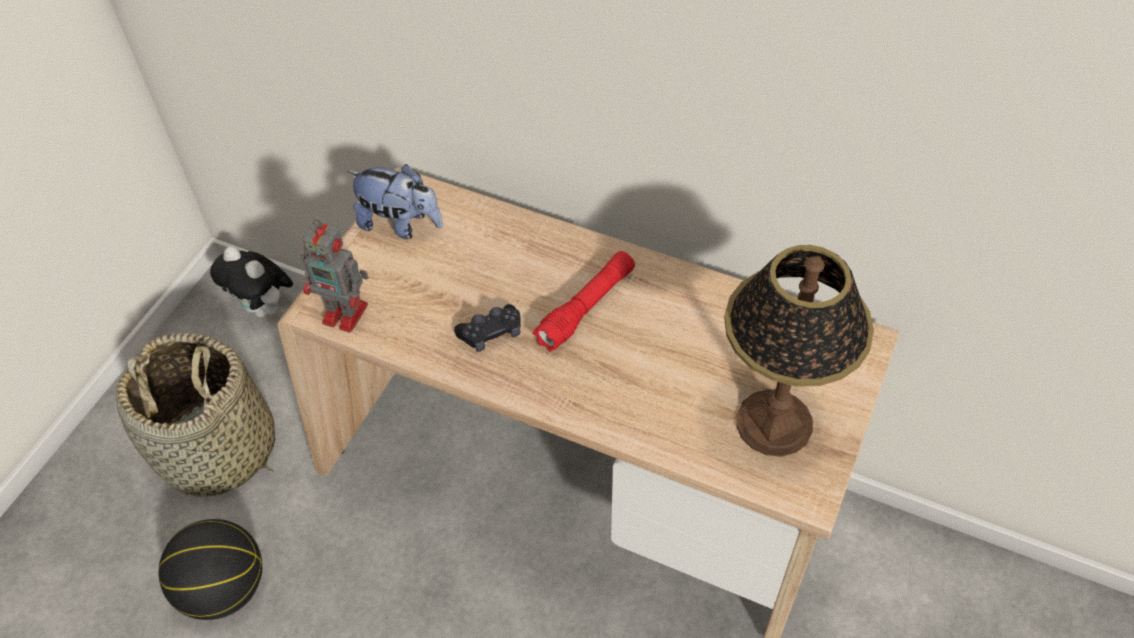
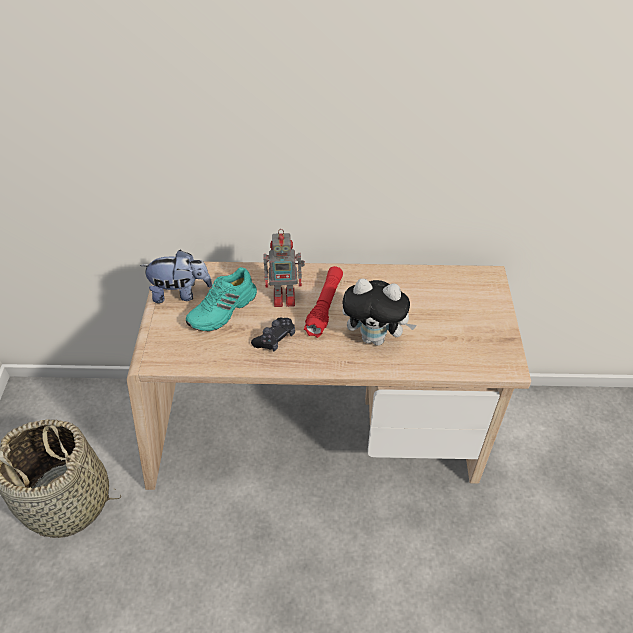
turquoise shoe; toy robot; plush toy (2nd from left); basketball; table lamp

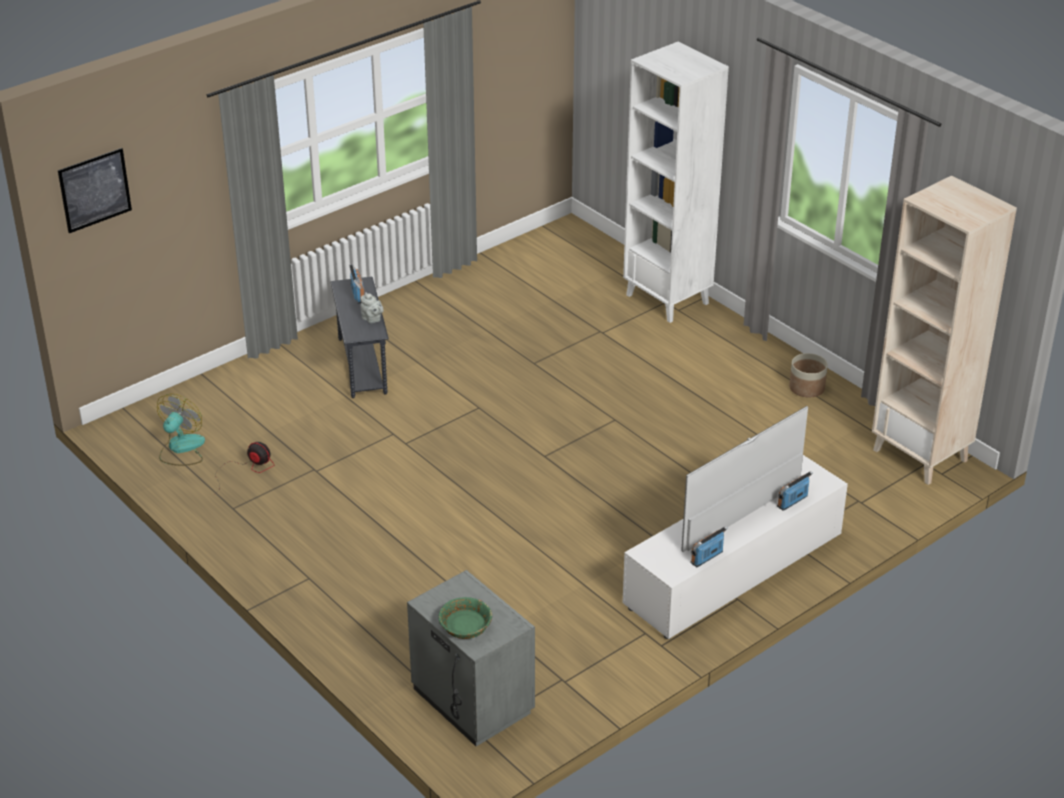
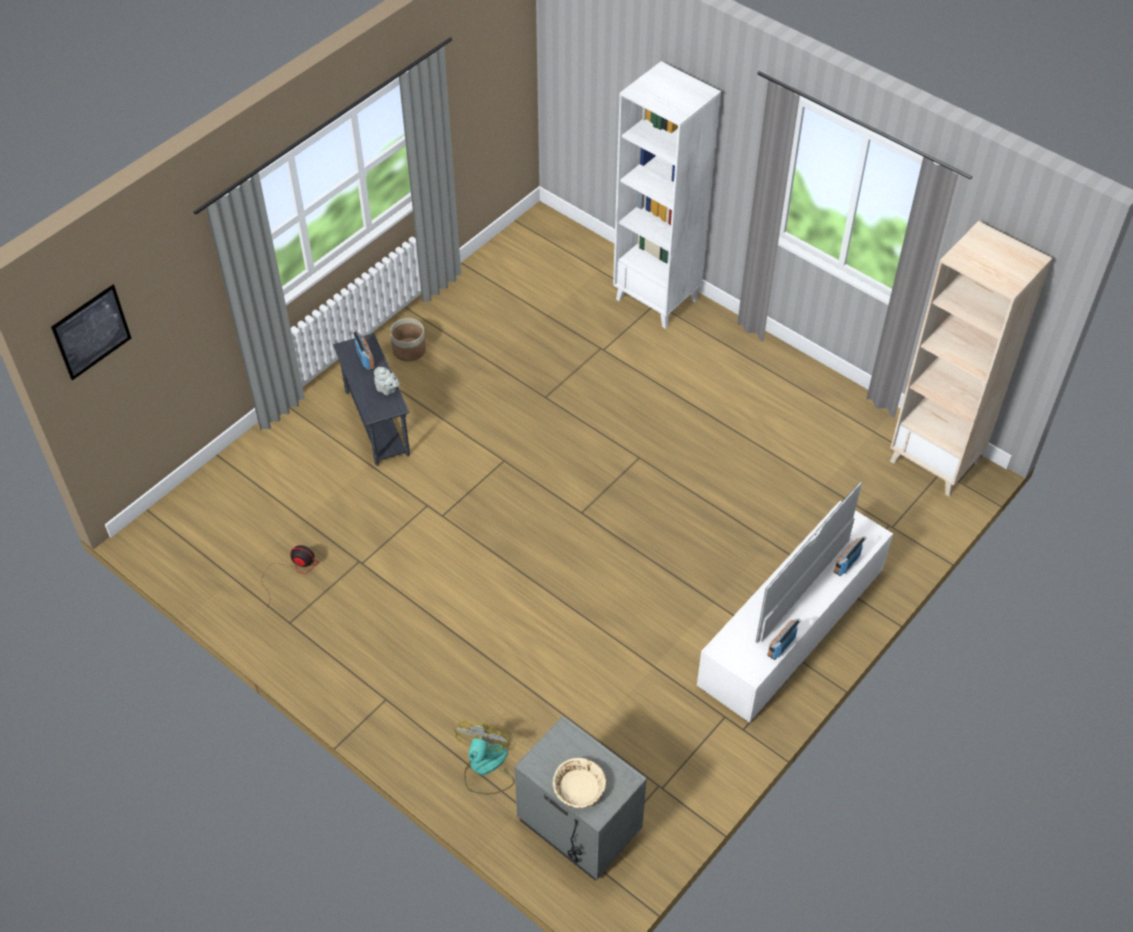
planter; fan (2nd from left); beige bowl

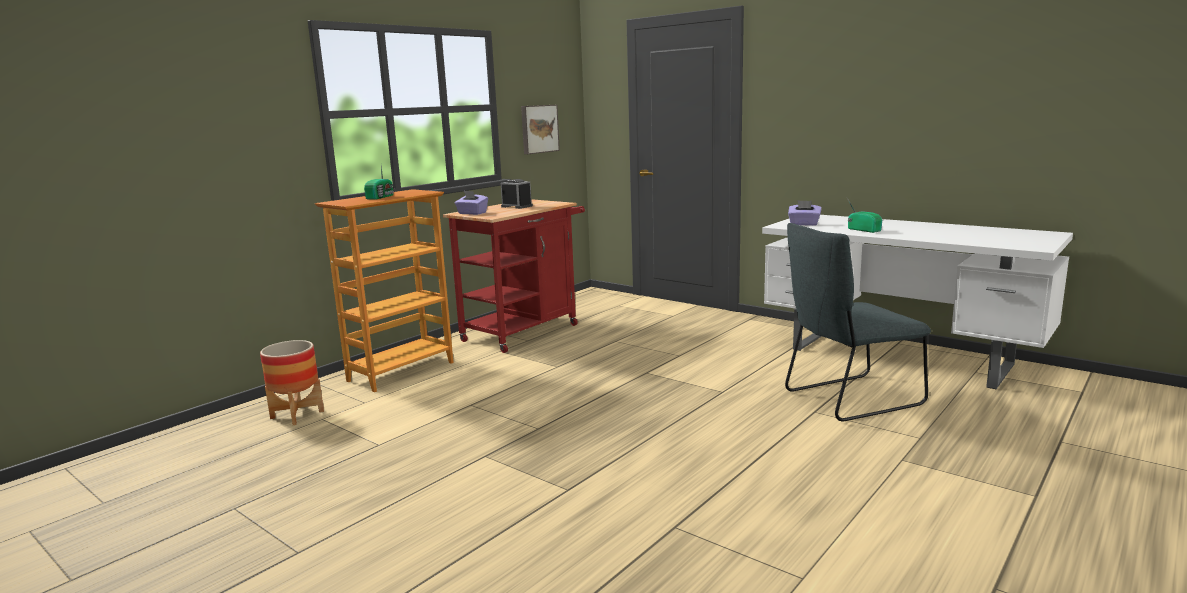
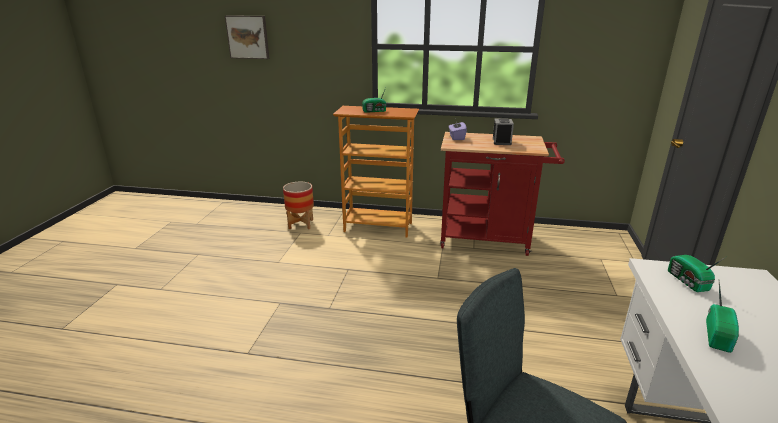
picture; radio (2nd from left)

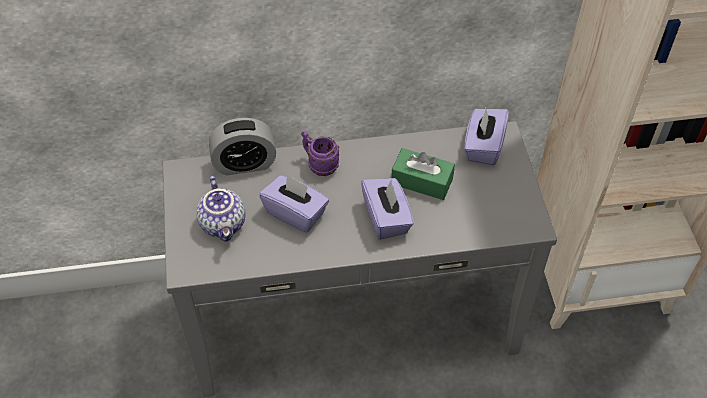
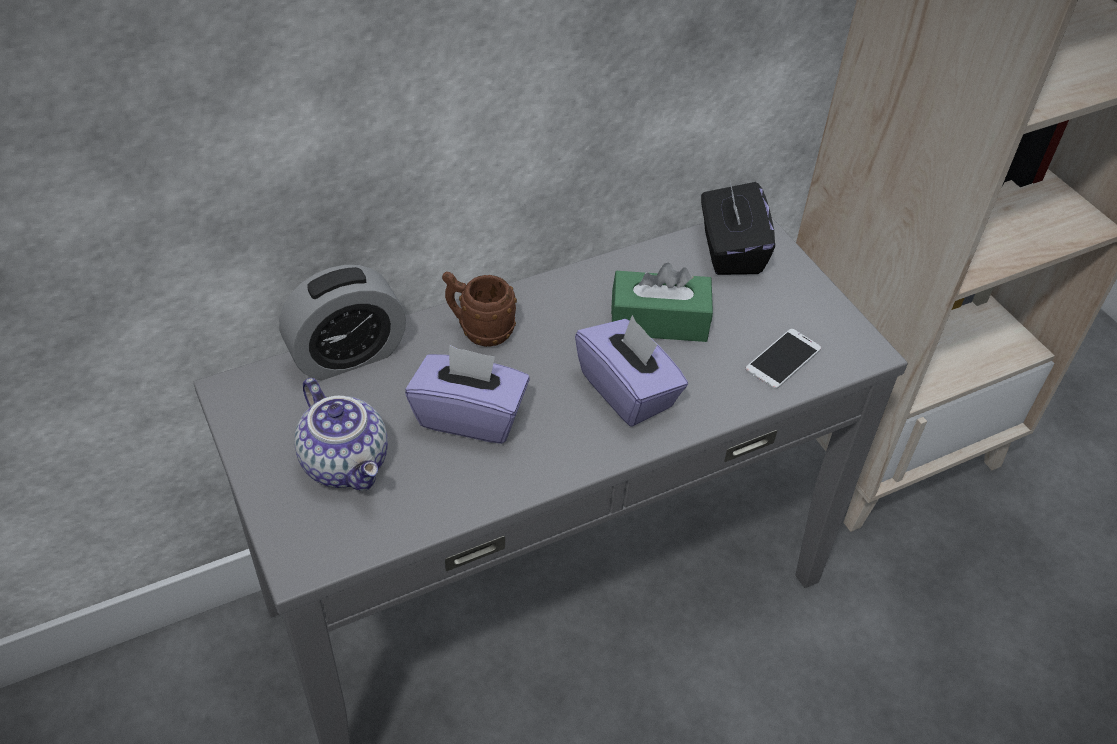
brown mug; black tissue box; phone

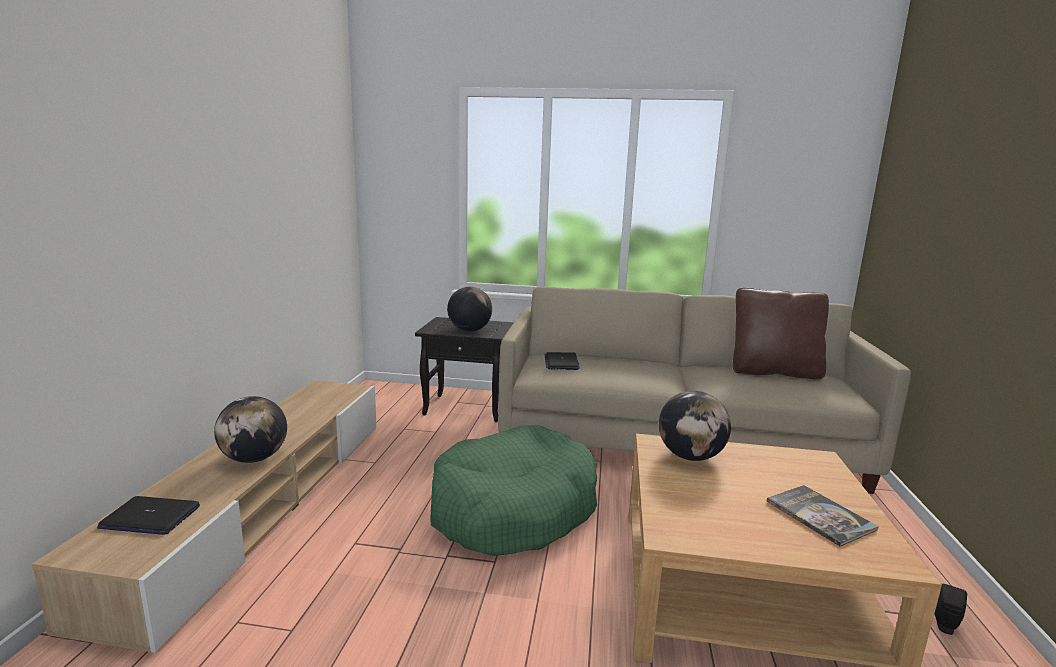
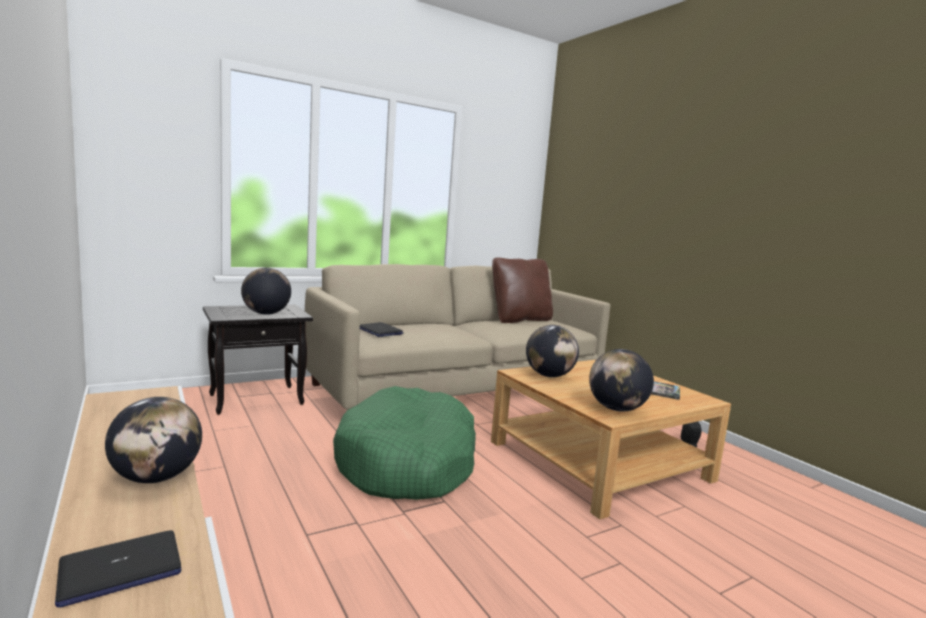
globe (4th from left)

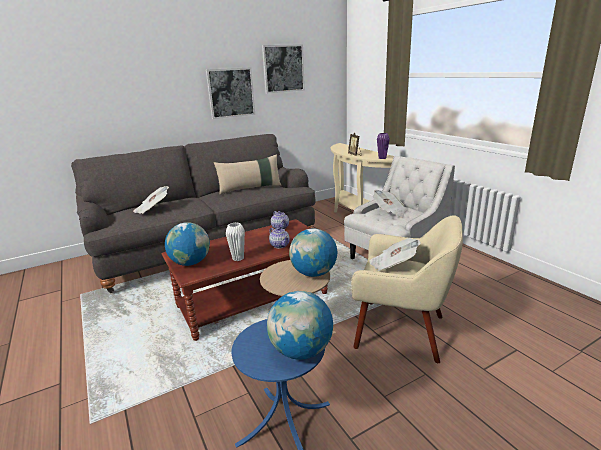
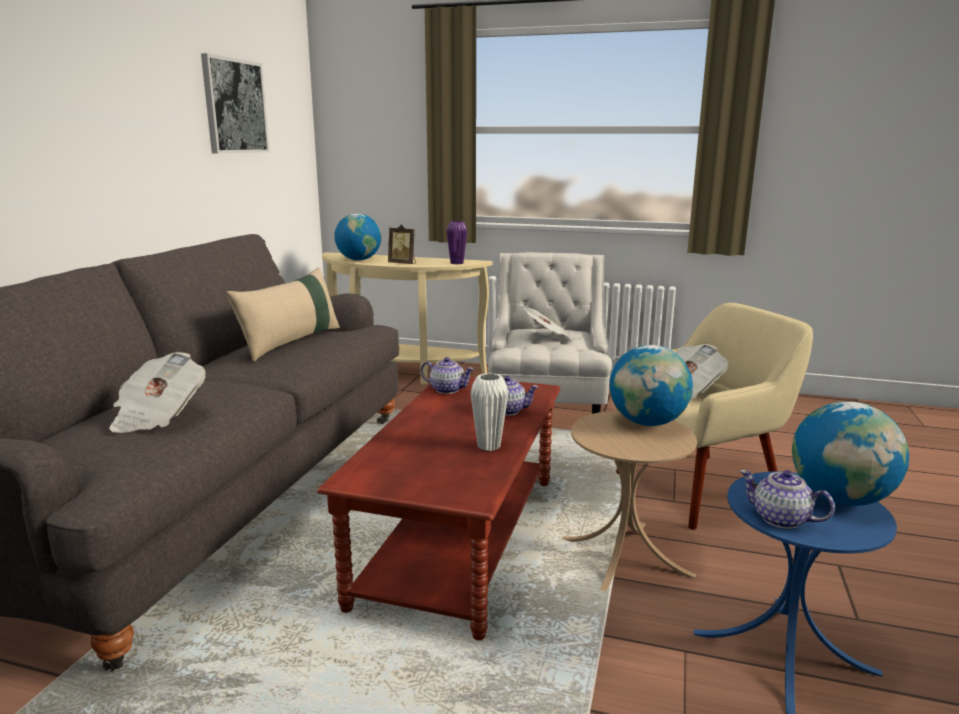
globe (1st from left); teapot (3rd from left); picture (1st from left in the first image)

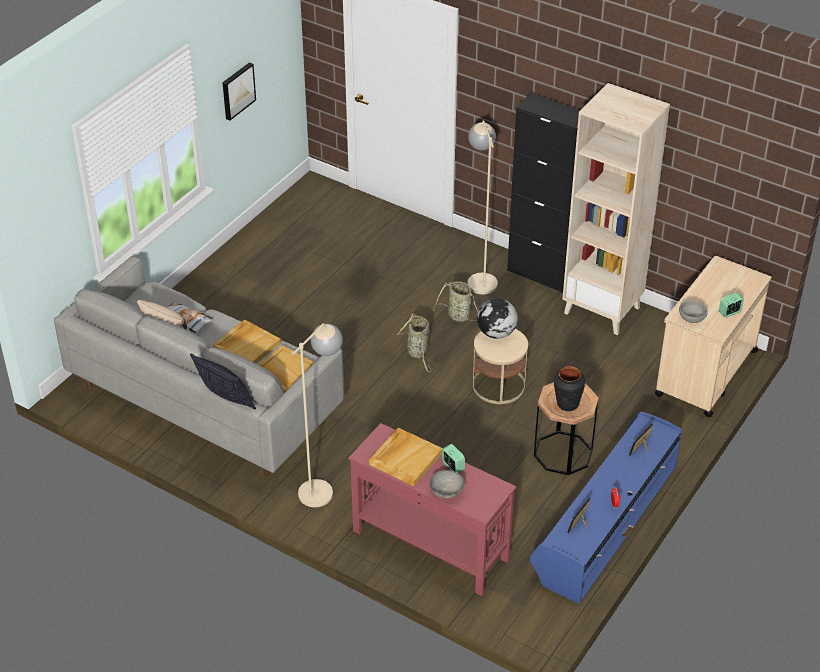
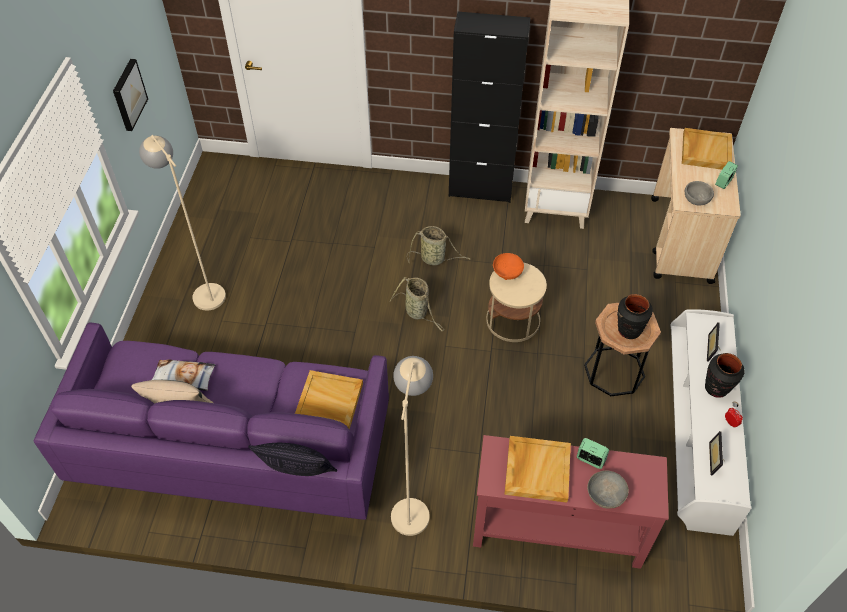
purple sofa; beige floor lamp (1st from left); orange bowl; white tv stand; beige tray (3rd from left); black vase (2nd from left)

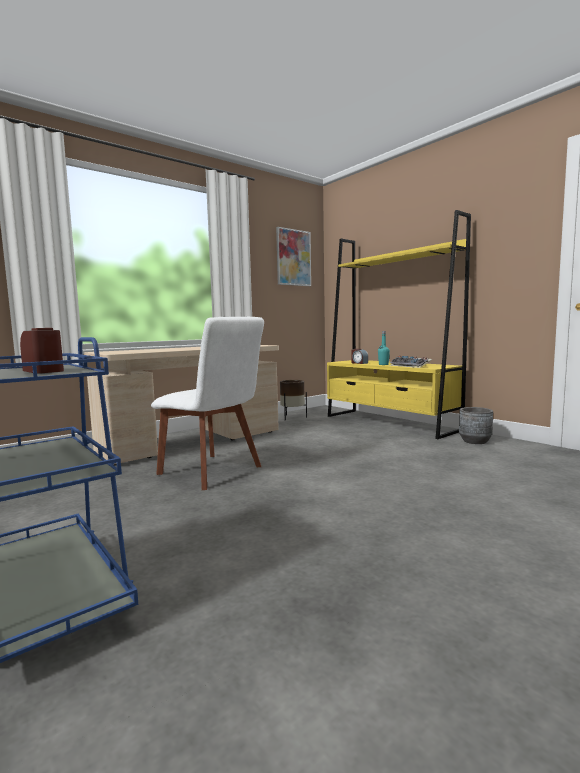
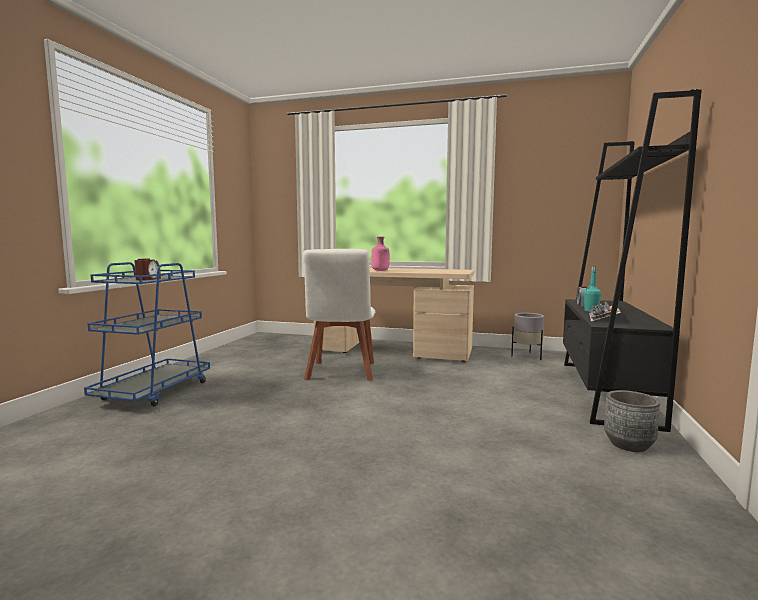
pink bottle; grey planter (1st from left); black bookcase; picture

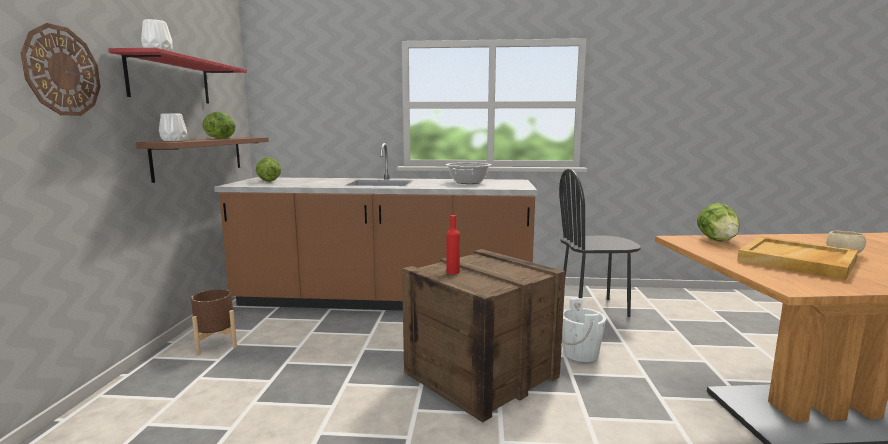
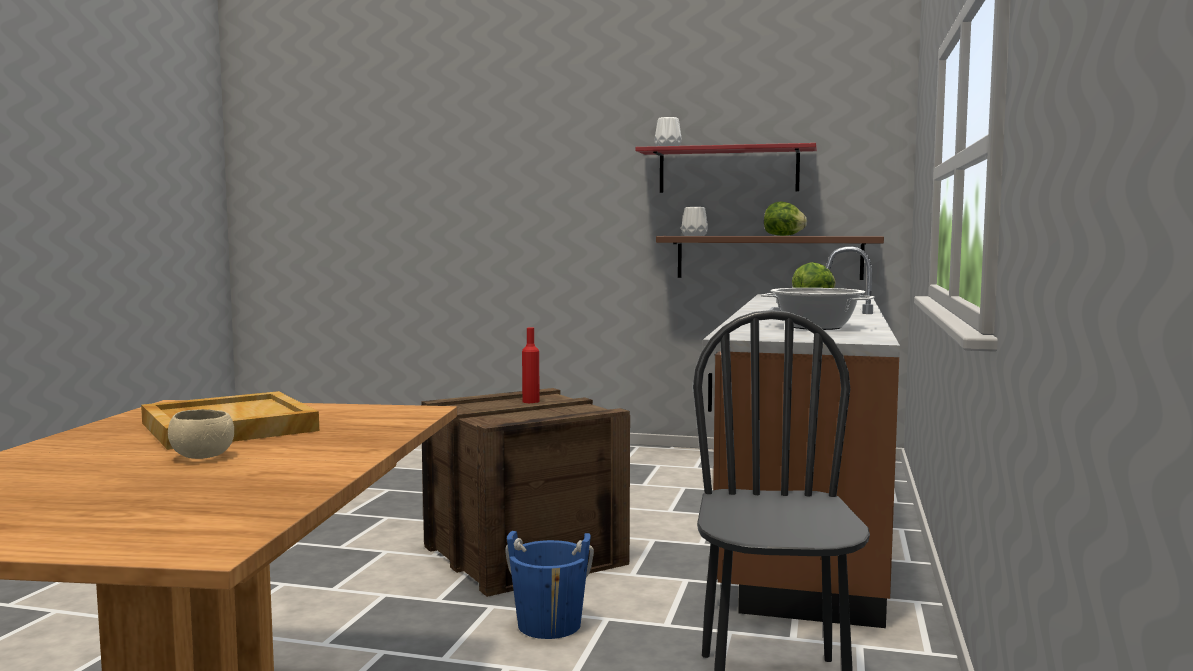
blue bucket; wall clock; brown planter; lettuce (3rd from left in the first image)

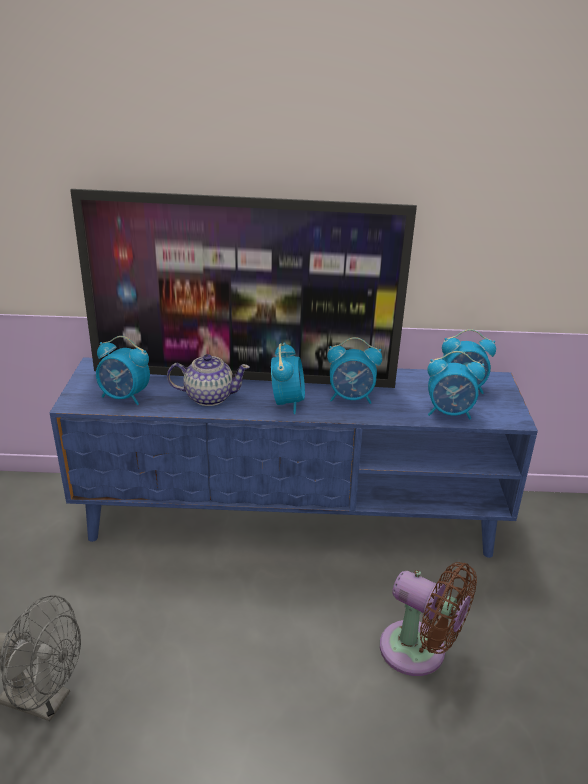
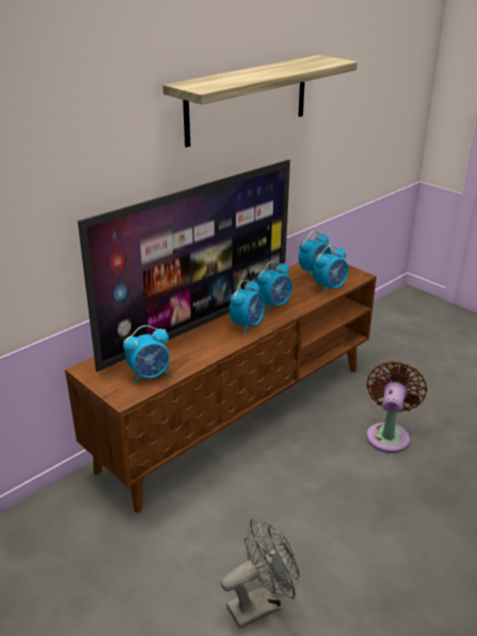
brown tv stand; shelf; alarm clock (2nd from left); brown fan; teapot

